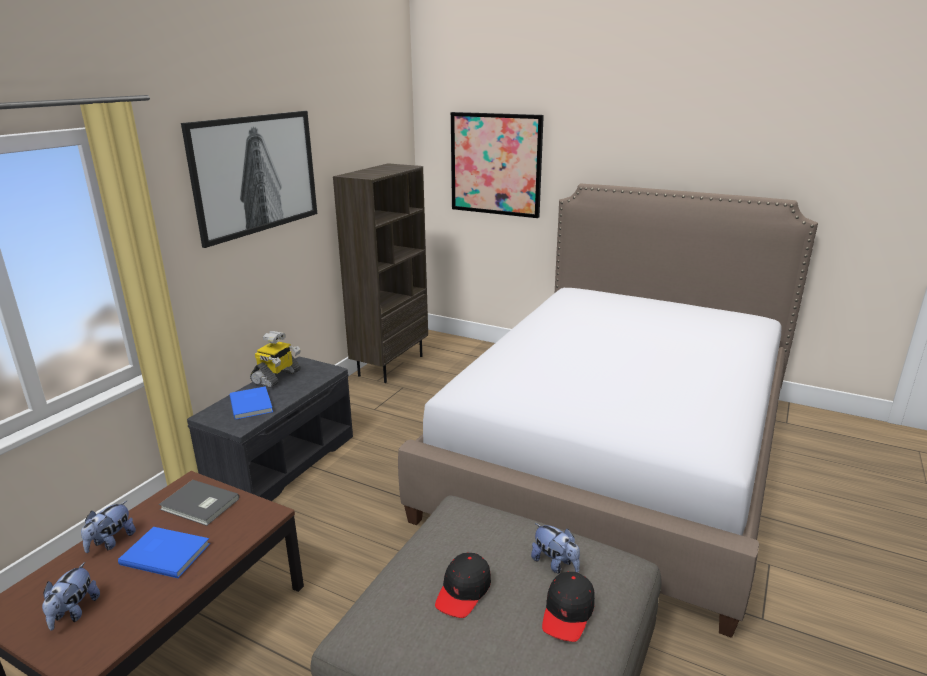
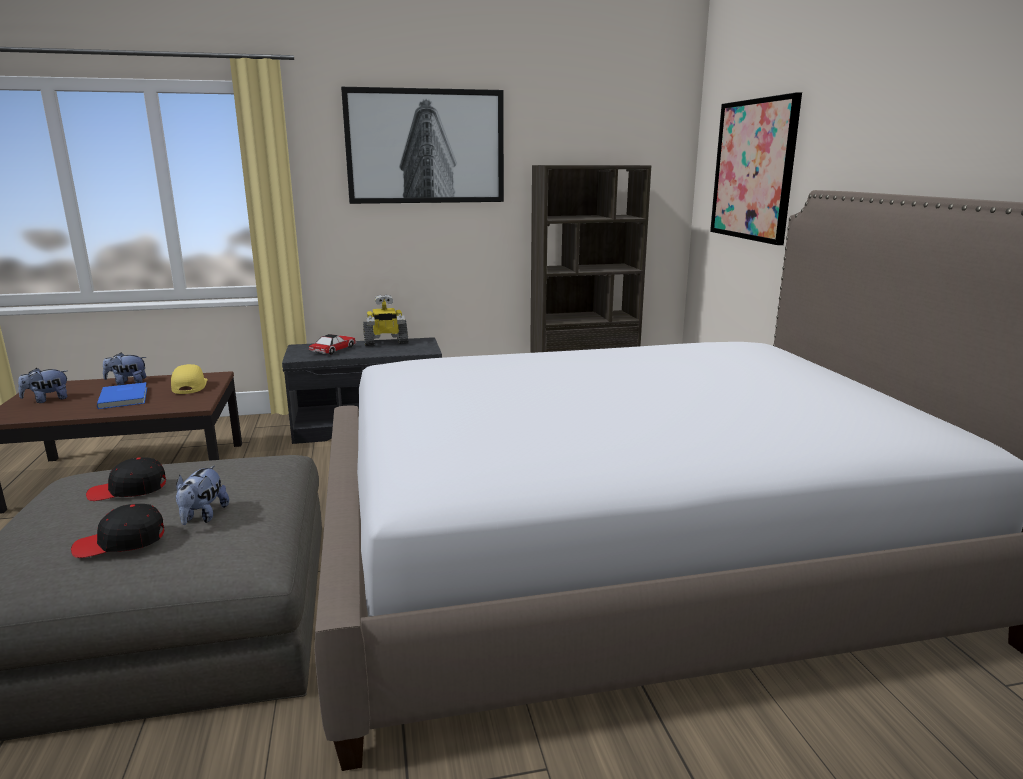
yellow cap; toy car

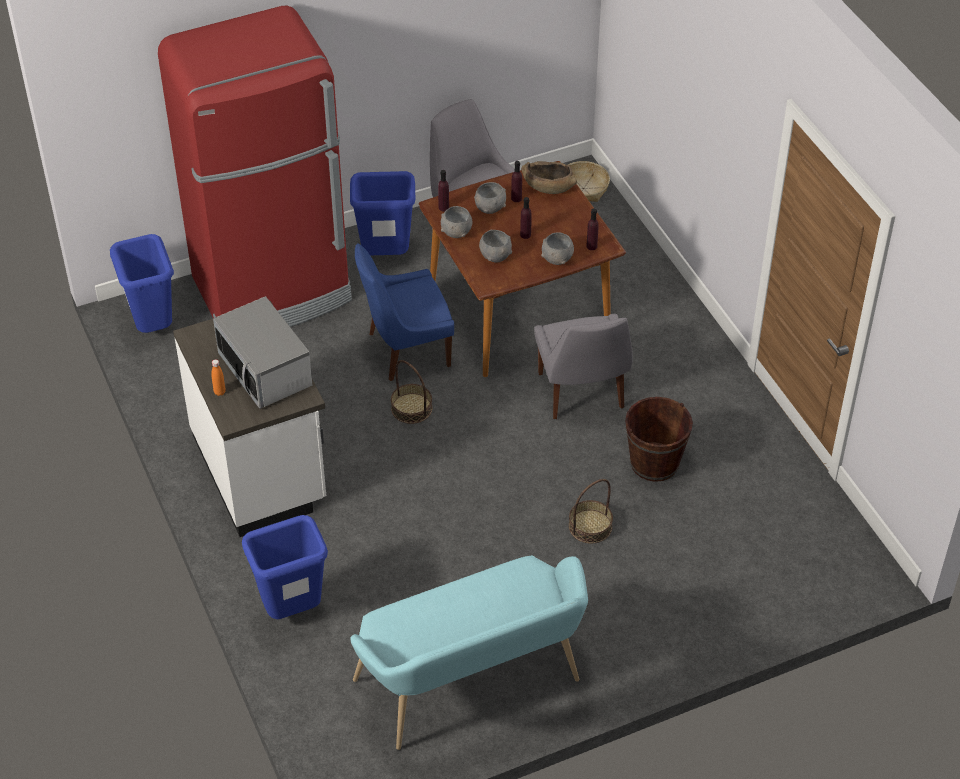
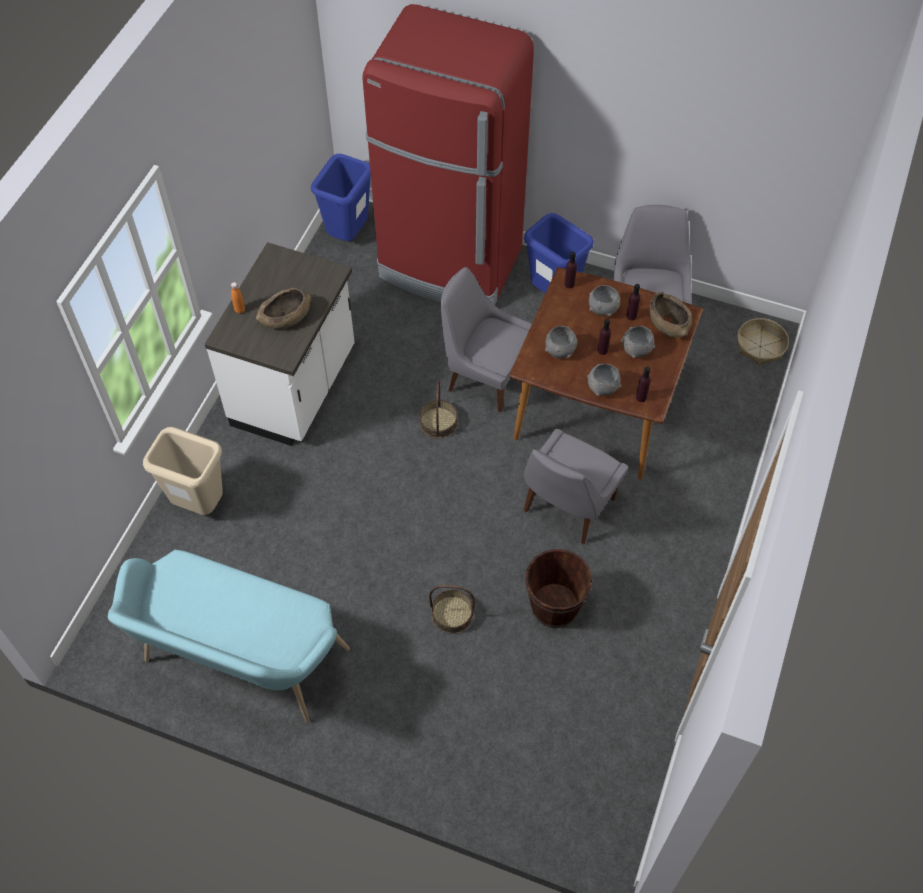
beige trash can; brown bowl (1st from left); grey chair (1st from left); grey bowl (4th from left)

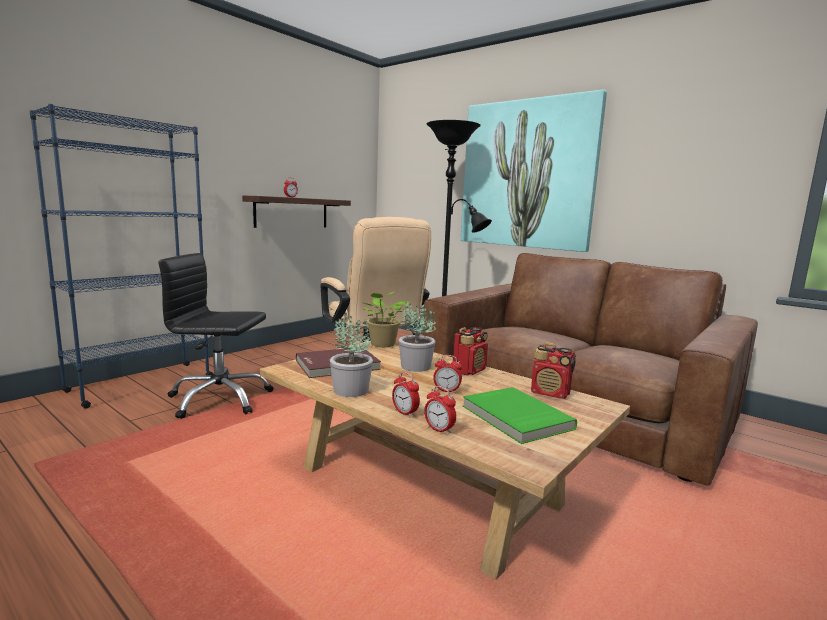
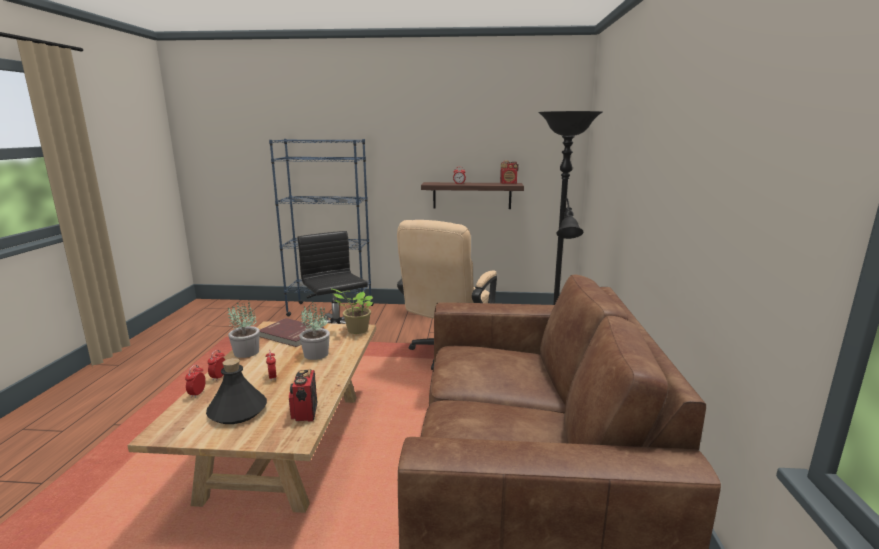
black bottle; radio (2nd from left); picture

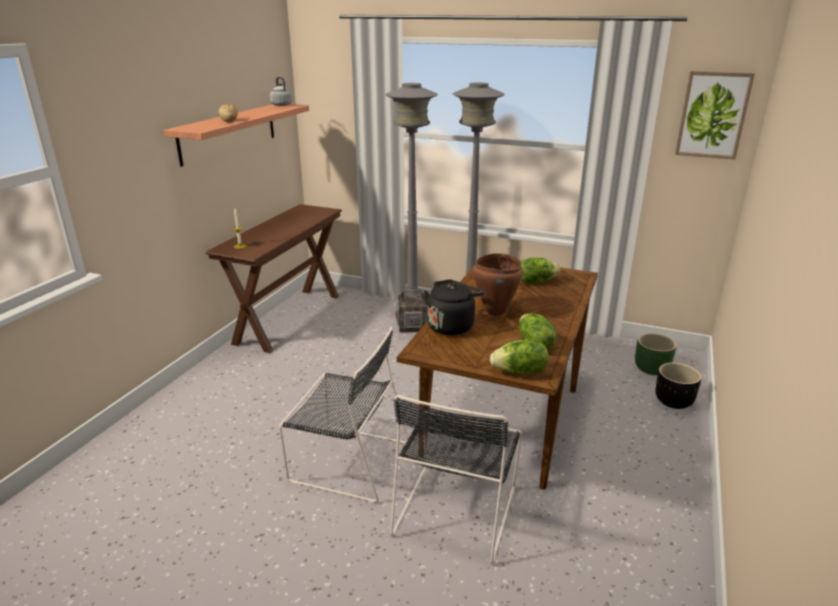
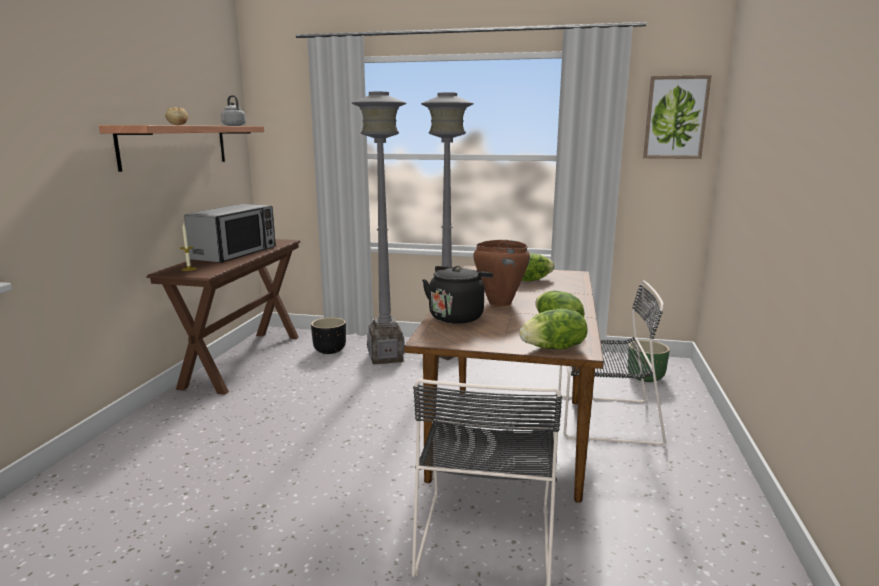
microwave; black planter; black chair (2nd from left)

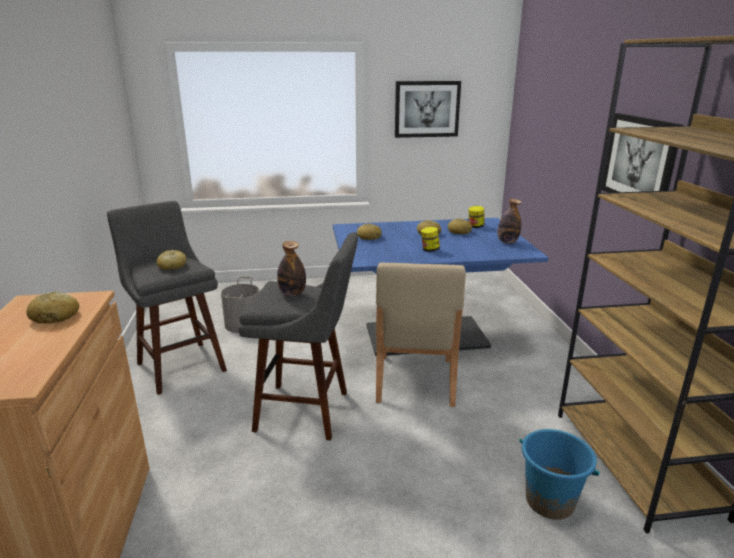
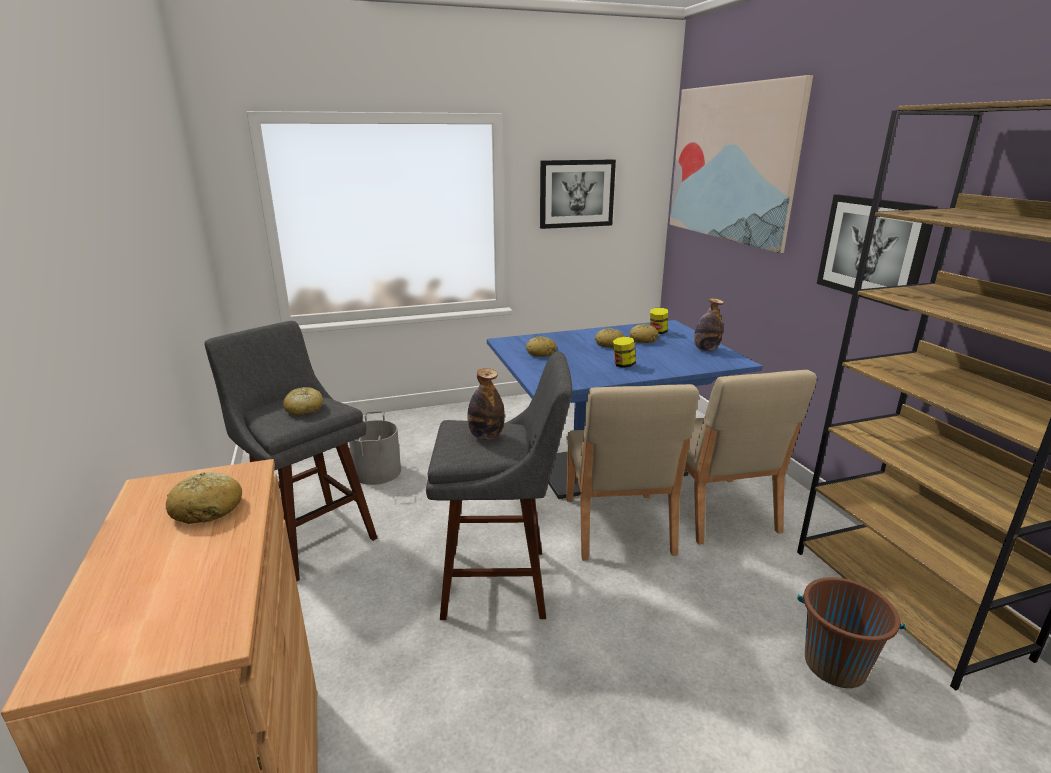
picture (2nd from left); beige chair (2nd from left); brown bucket

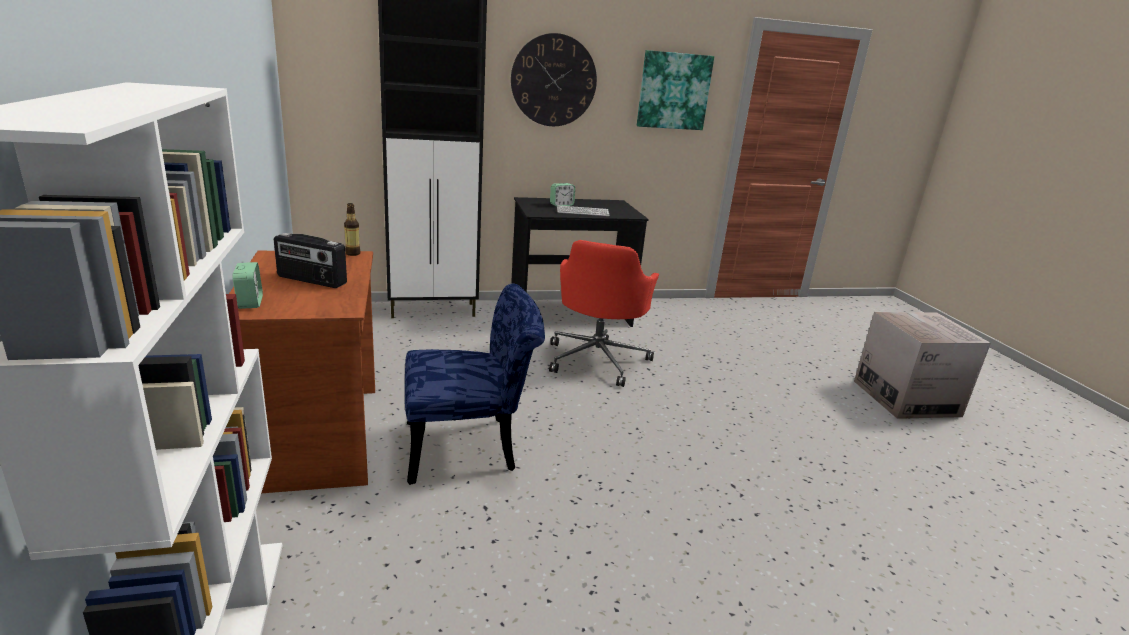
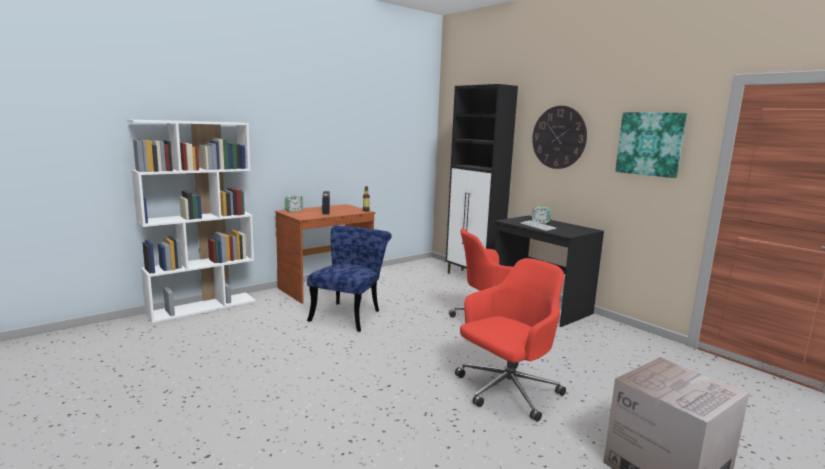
blue chair; red office chair (2nd from left)

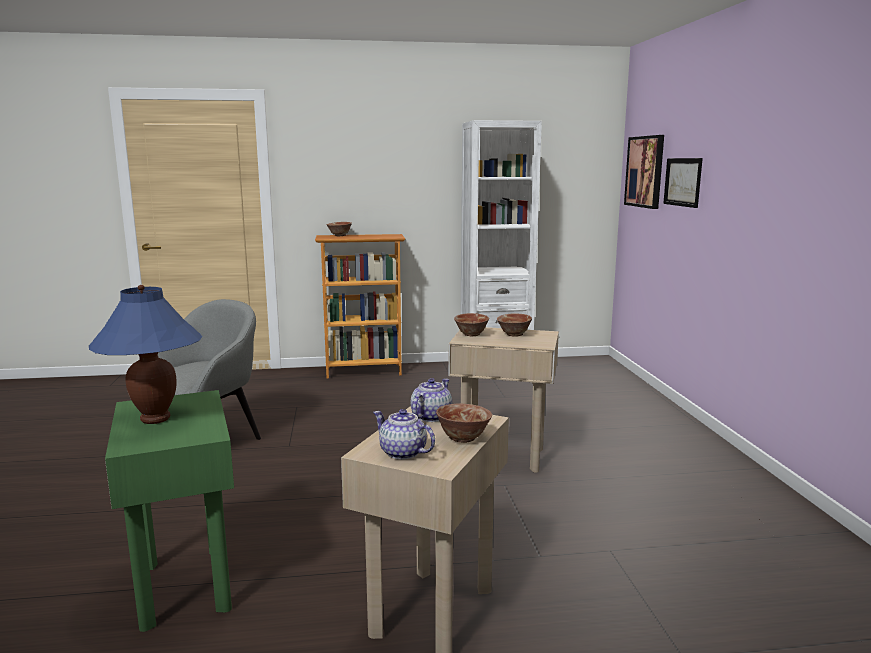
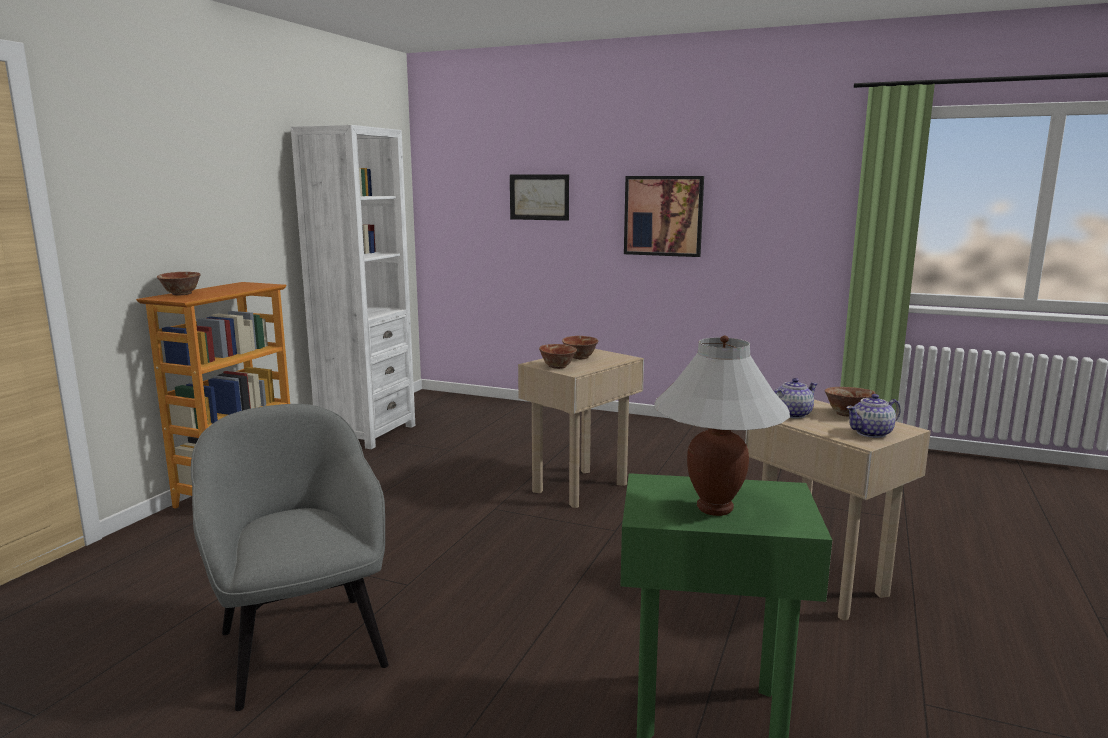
picture (2nd from left); white table lamp; teapot (1st from left)

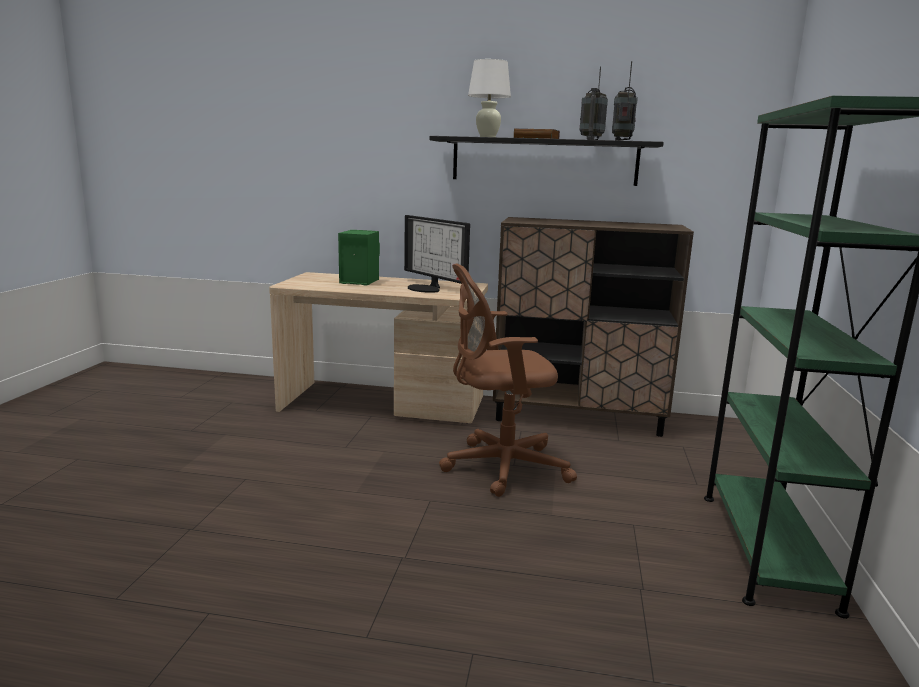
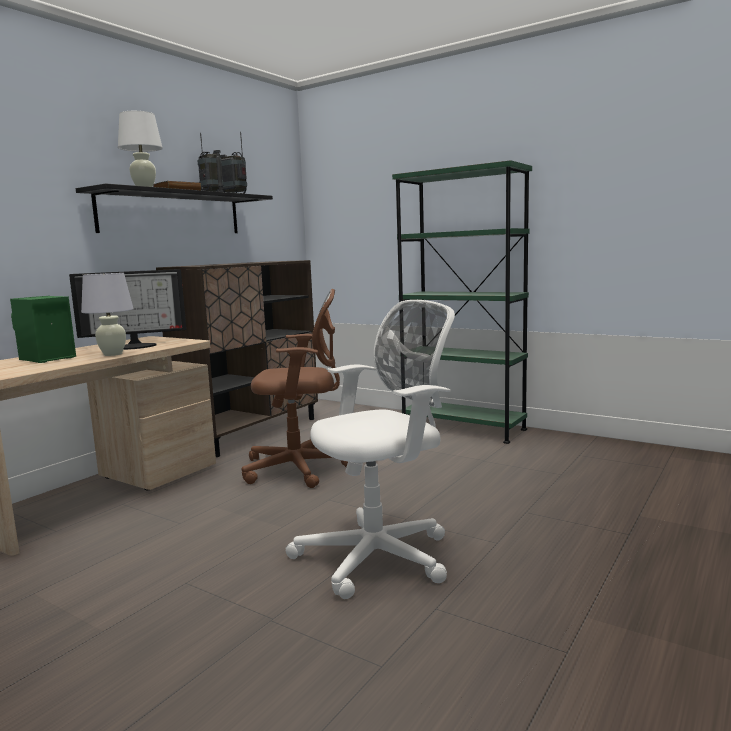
white table lamp (1st from left); brown office chair; white office chair

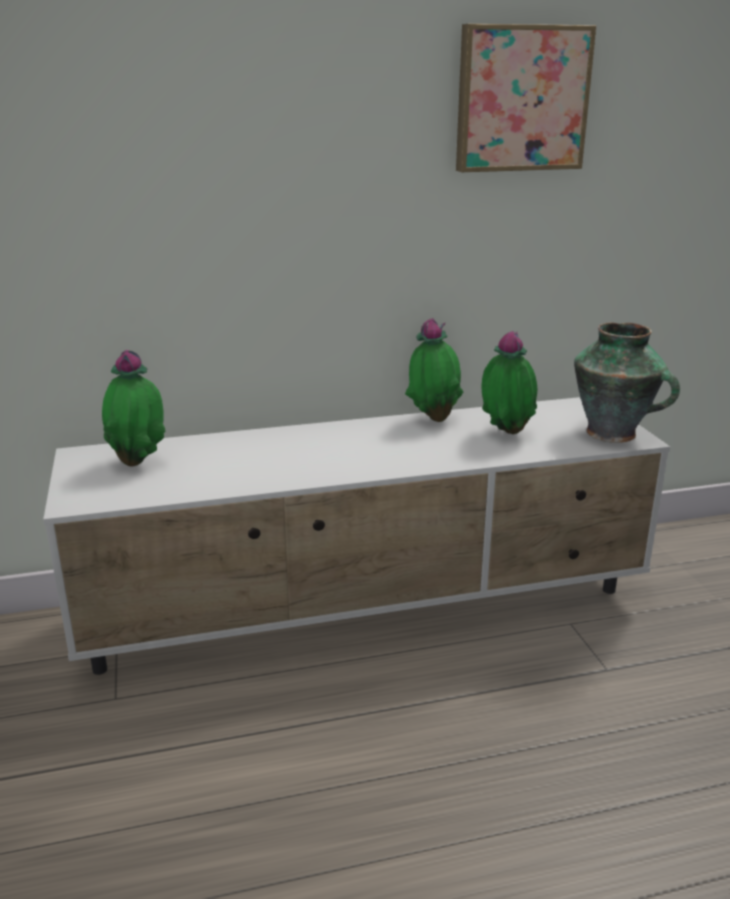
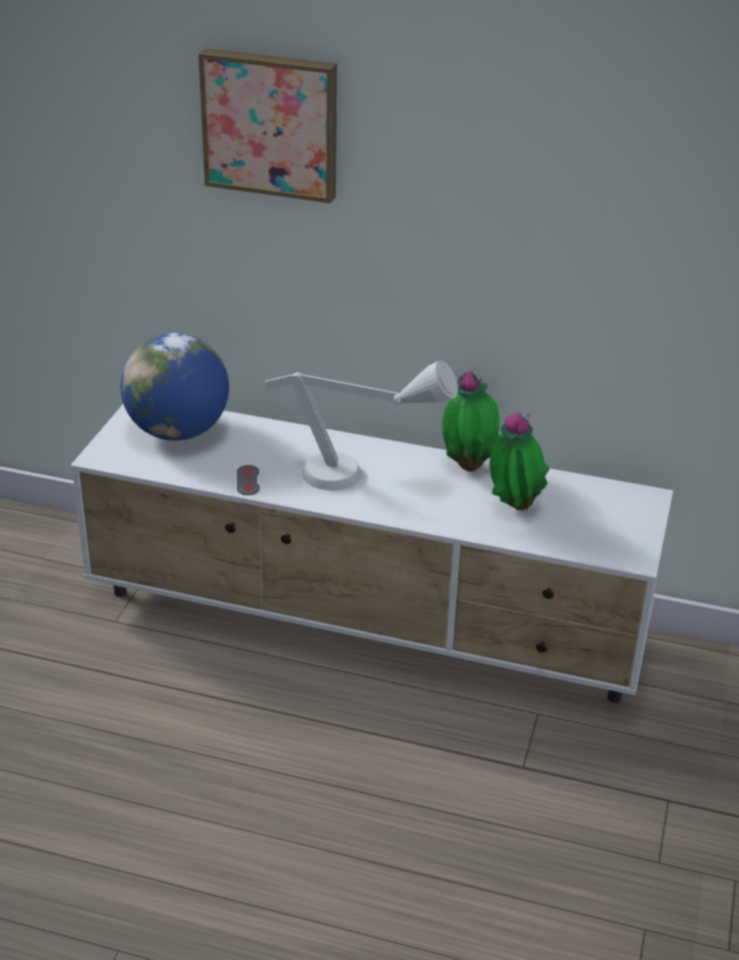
globe; picture; grey game controller; grey table lamp; vase

